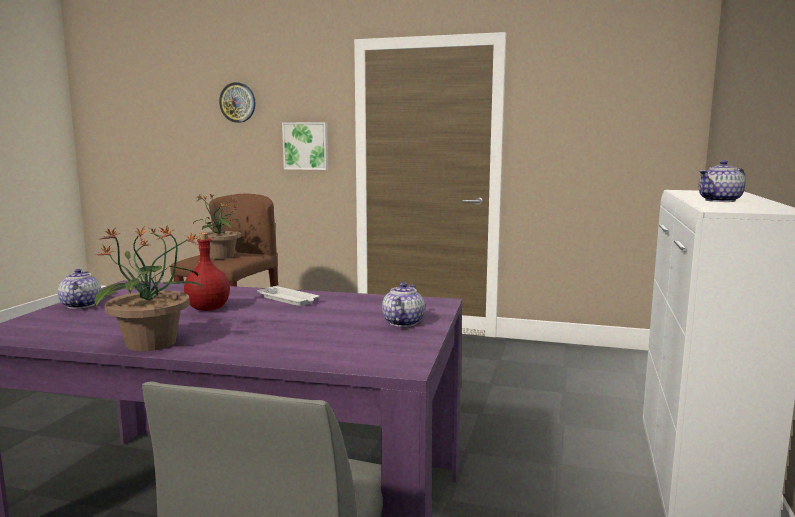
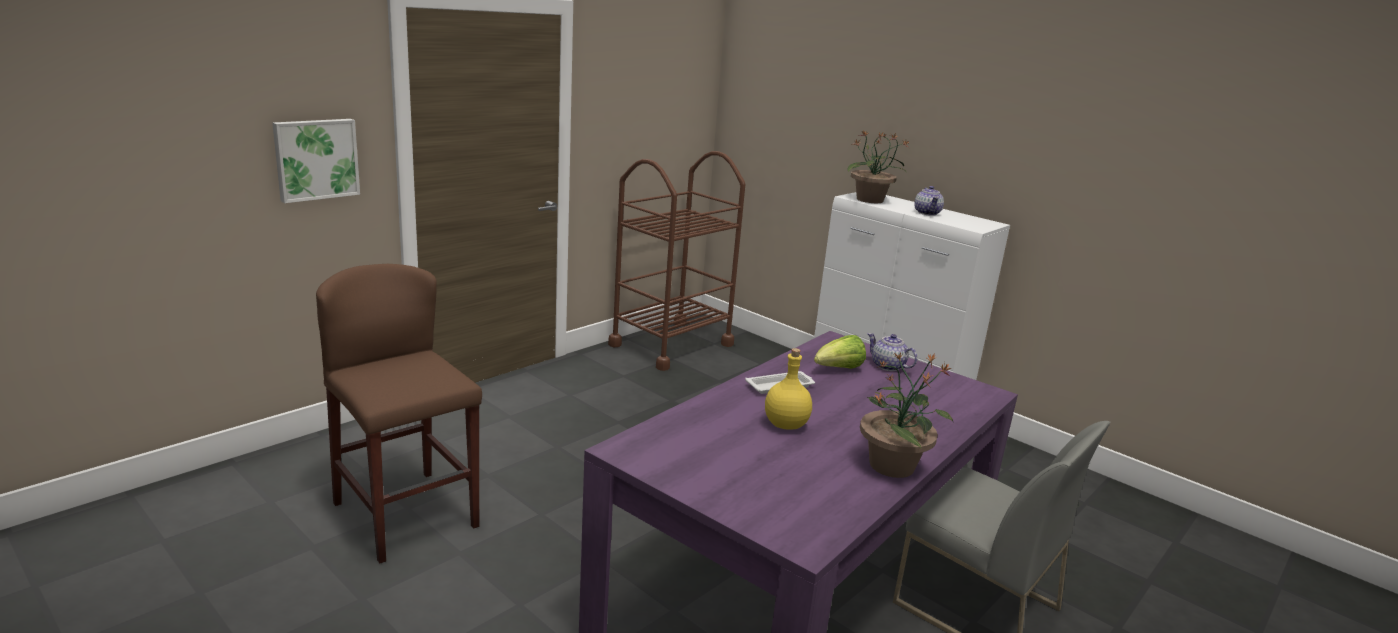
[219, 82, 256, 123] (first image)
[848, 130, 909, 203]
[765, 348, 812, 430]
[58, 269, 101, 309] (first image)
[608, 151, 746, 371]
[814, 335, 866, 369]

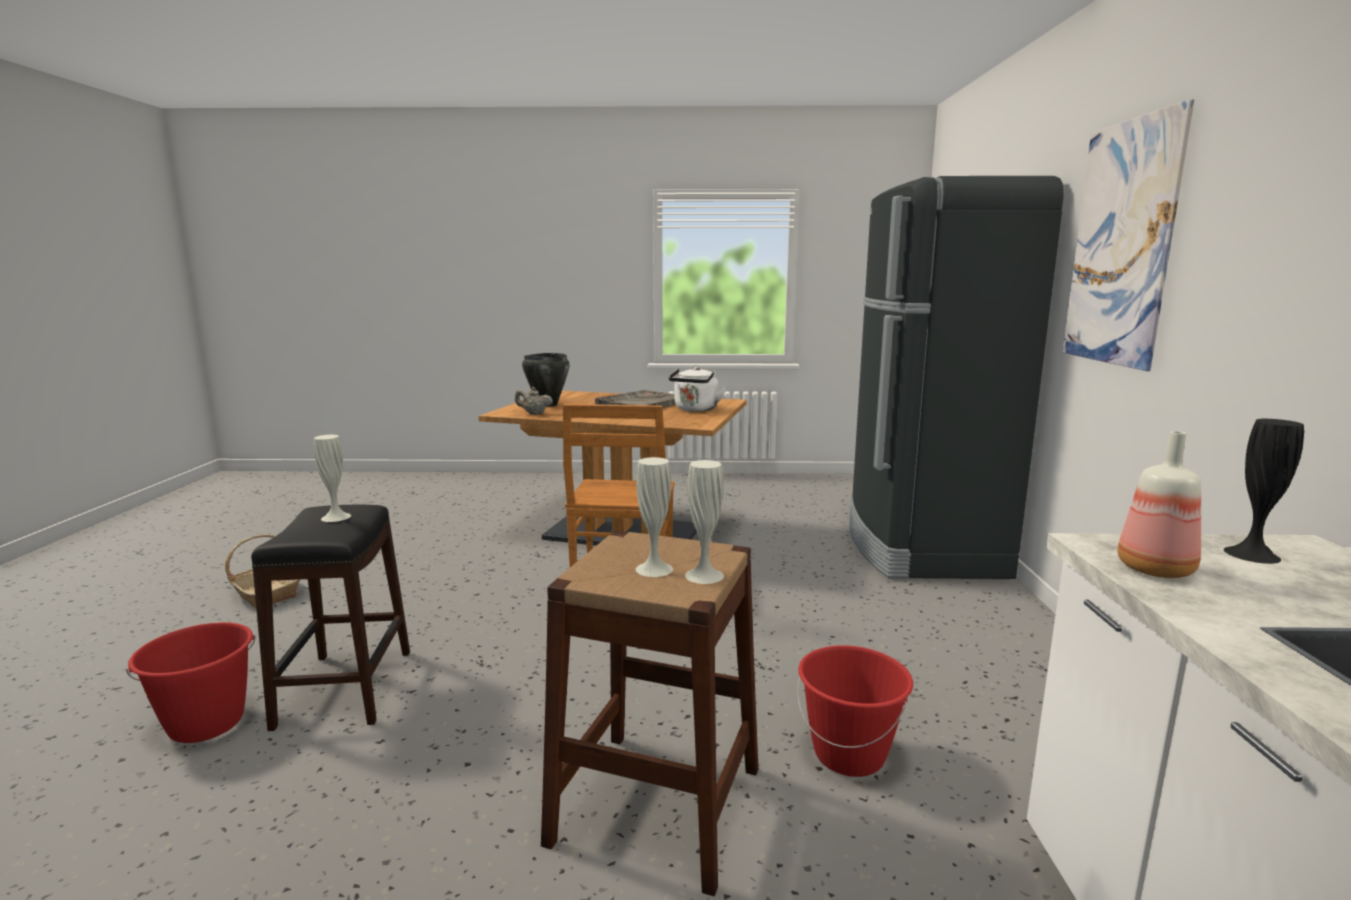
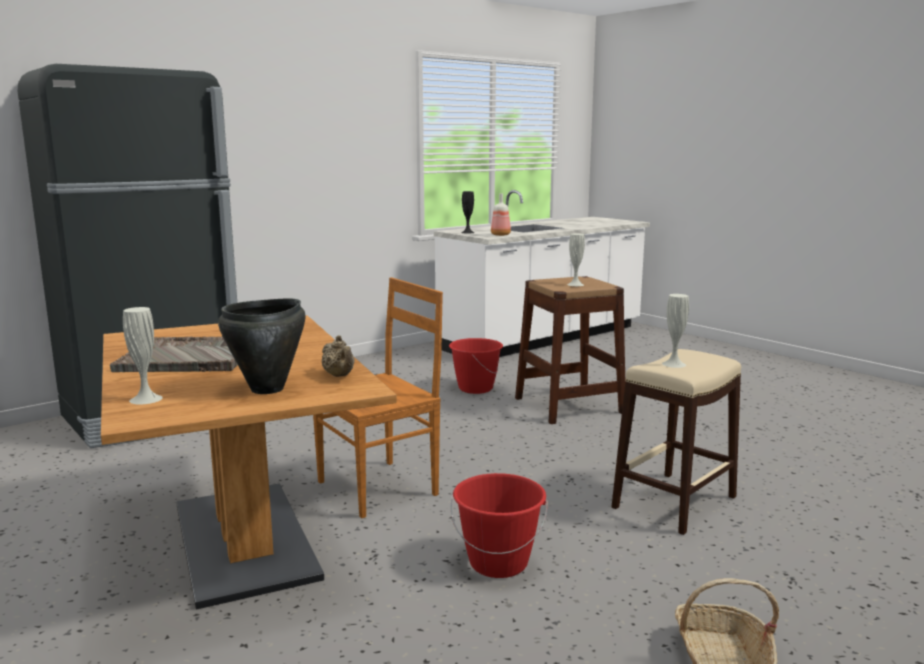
[1062, 99, 1194, 371] (first image)
[668, 367, 727, 412] (first image)
[123, 307, 163, 405]
[611, 349, 741, 535]
[450, 473, 548, 578]

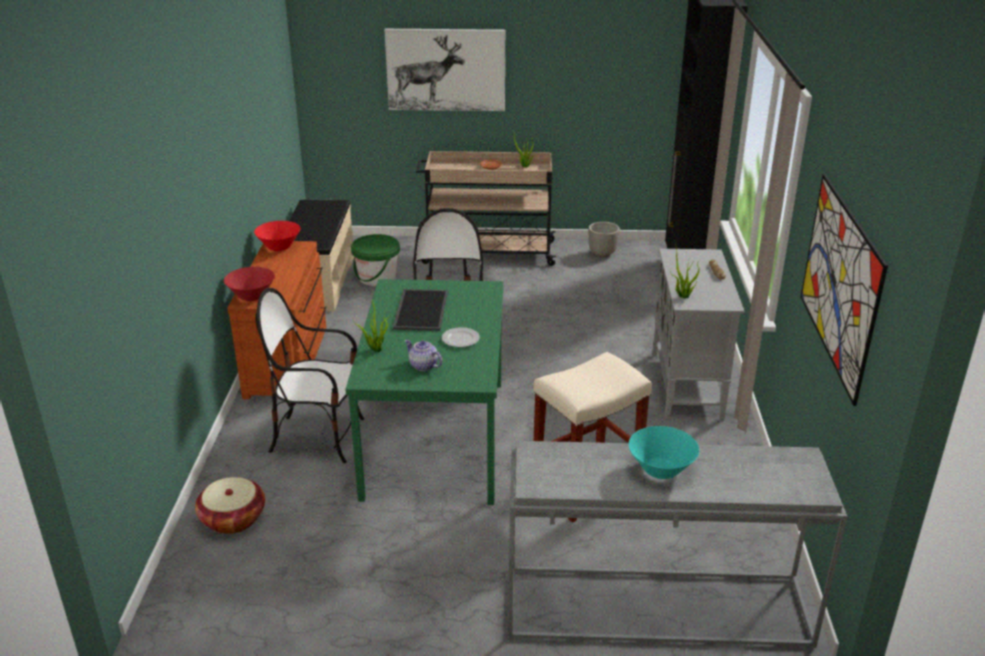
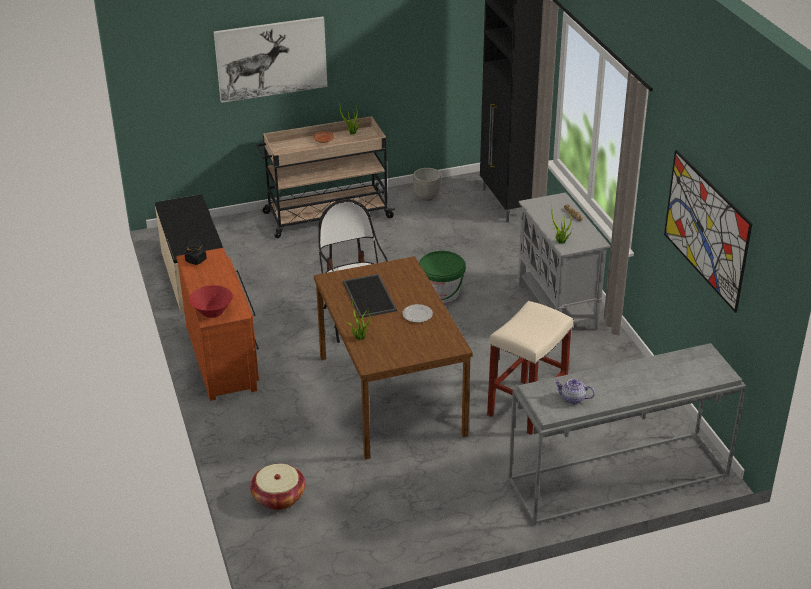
[185, 240, 207, 265]
[419, 251, 465, 303]
[314, 256, 473, 460]
[255, 288, 364, 463] (first image)
[554, 379, 595, 404]
[629, 426, 699, 479] (first image)

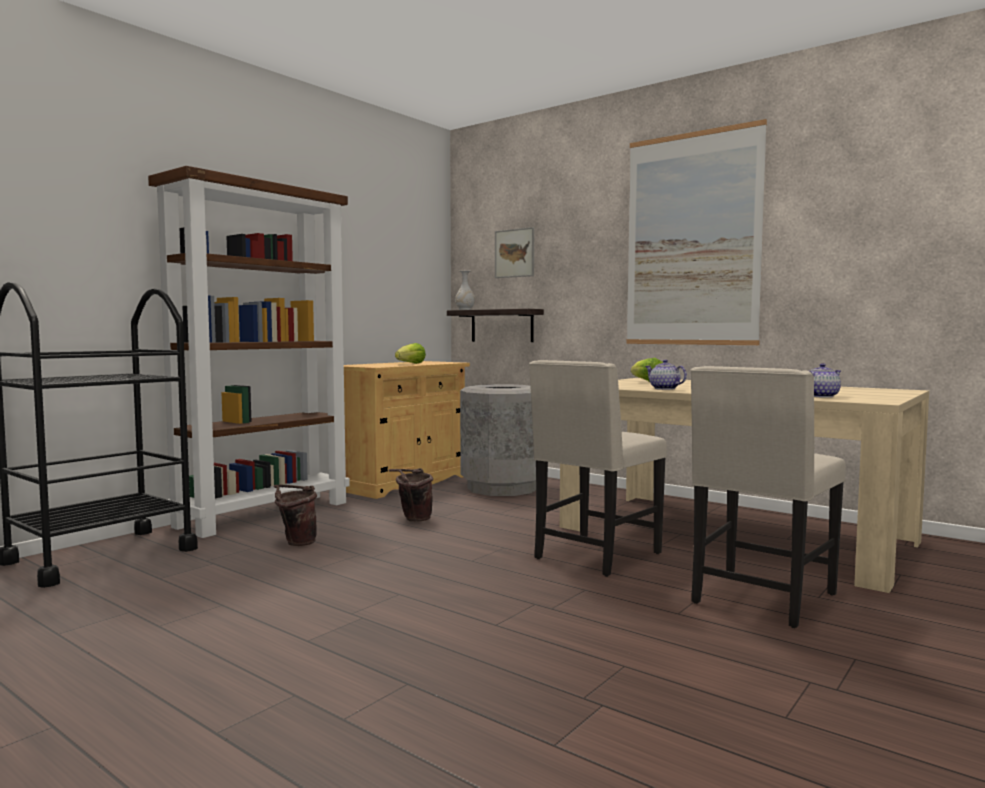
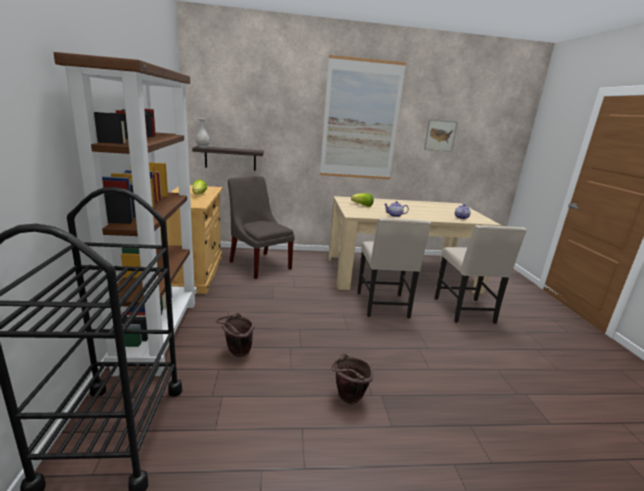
[424, 119, 458, 152]
[228, 176, 295, 279]
[331, 353, 373, 404]

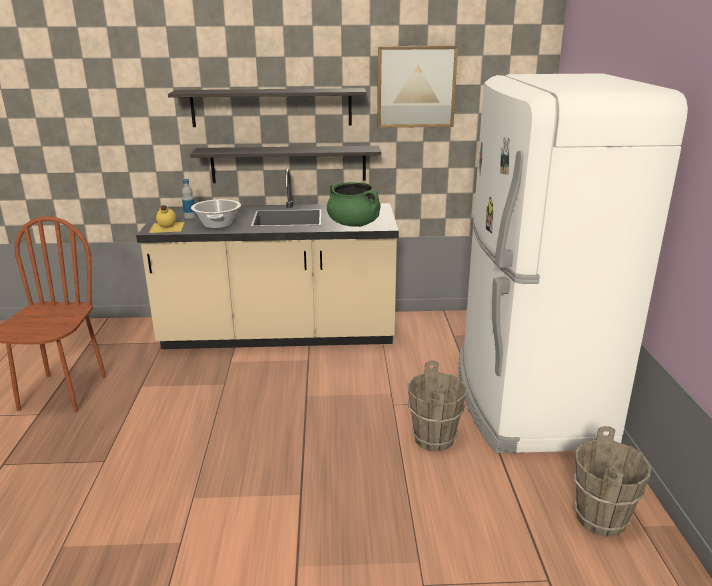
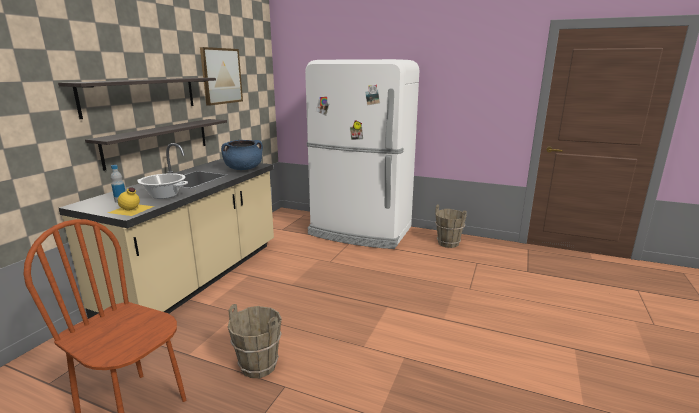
[221, 140, 263, 170]
[228, 304, 282, 378]

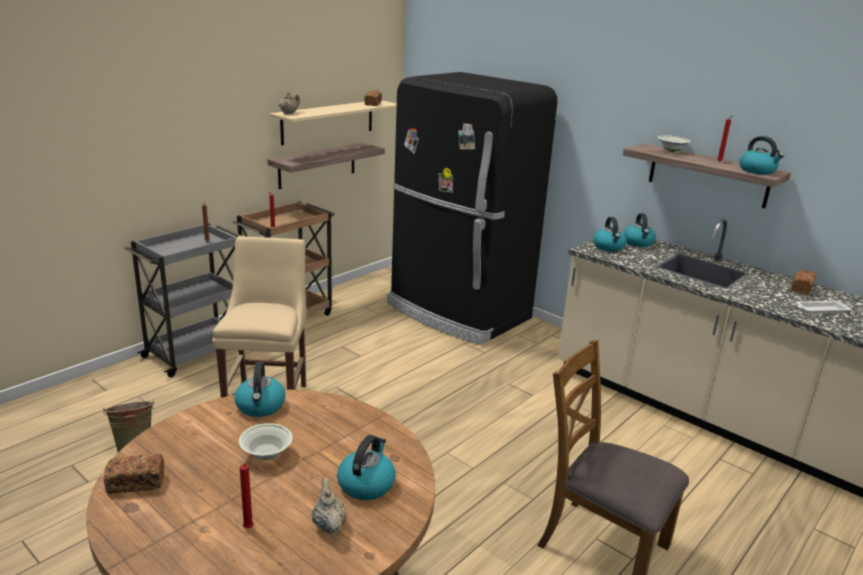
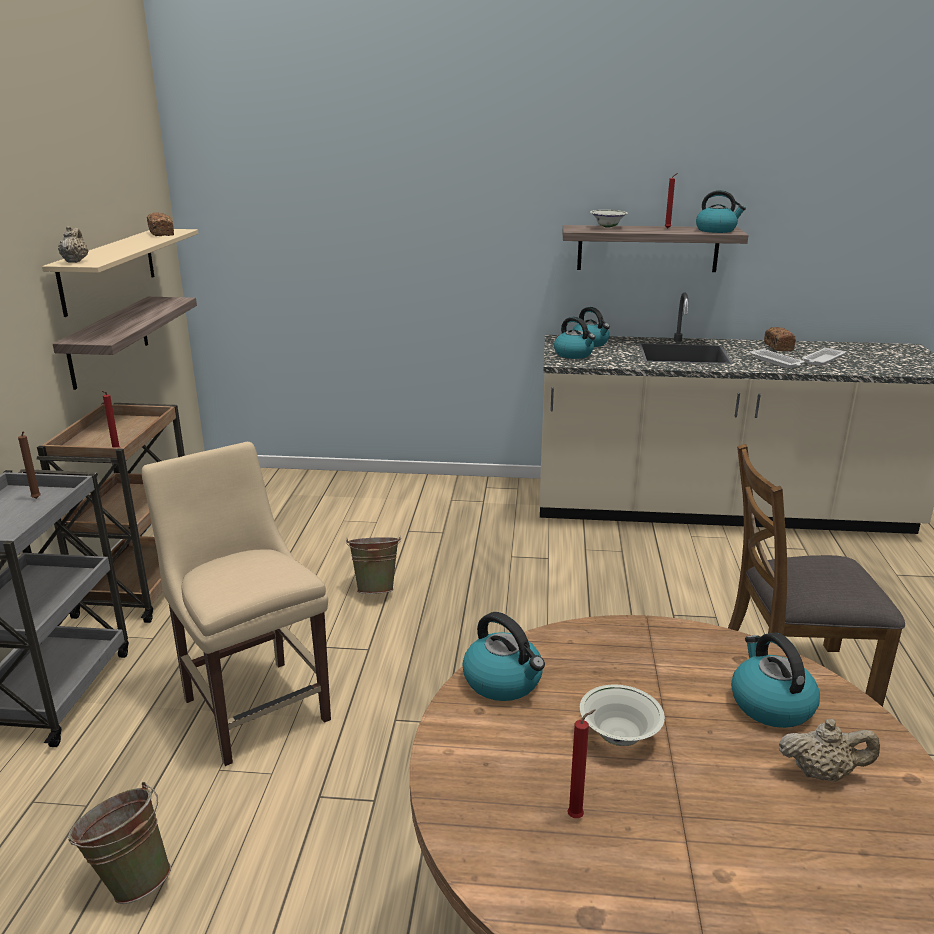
[387, 72, 557, 345] (first image)
[103, 454, 165, 494] (first image)
[567, 710, 596, 818]
[779, 719, 880, 782]
[750, 349, 805, 369]
[346, 537, 401, 594]

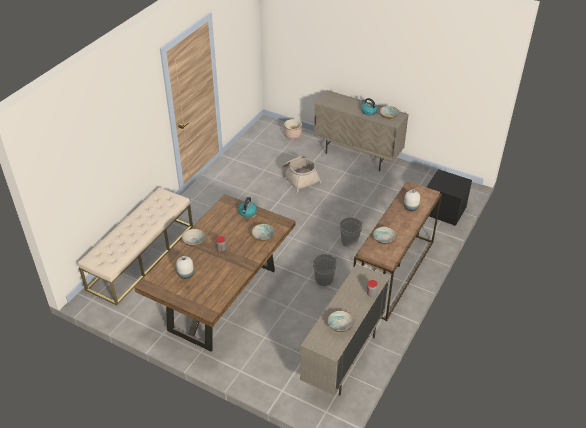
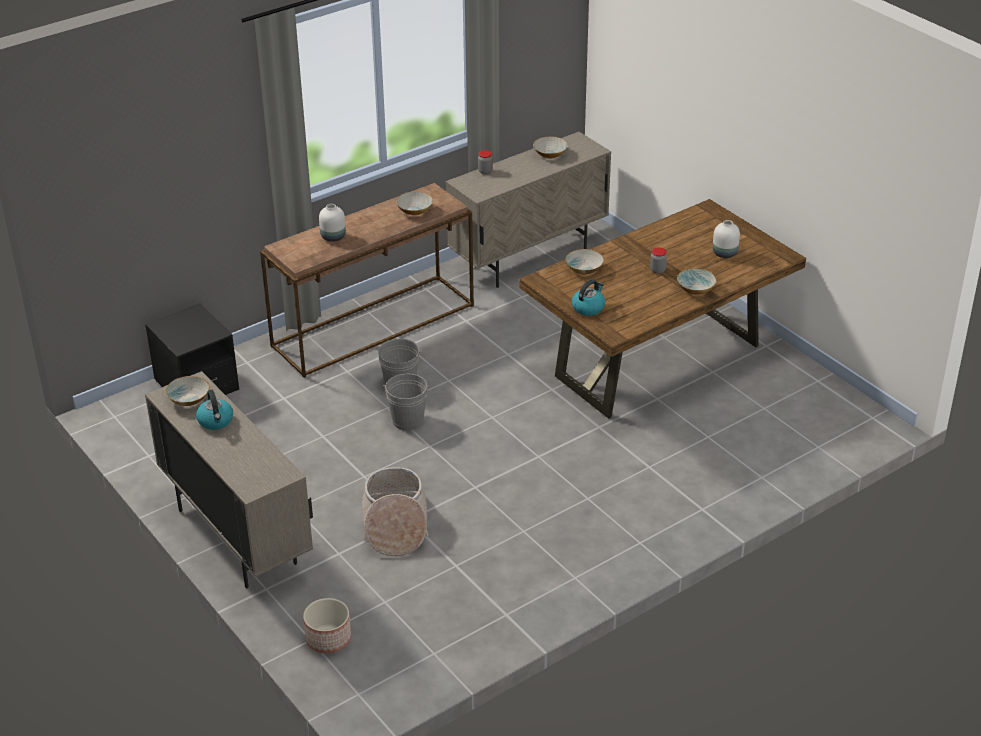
[78, 187, 193, 305] (first image)
[382, 374, 430, 430]

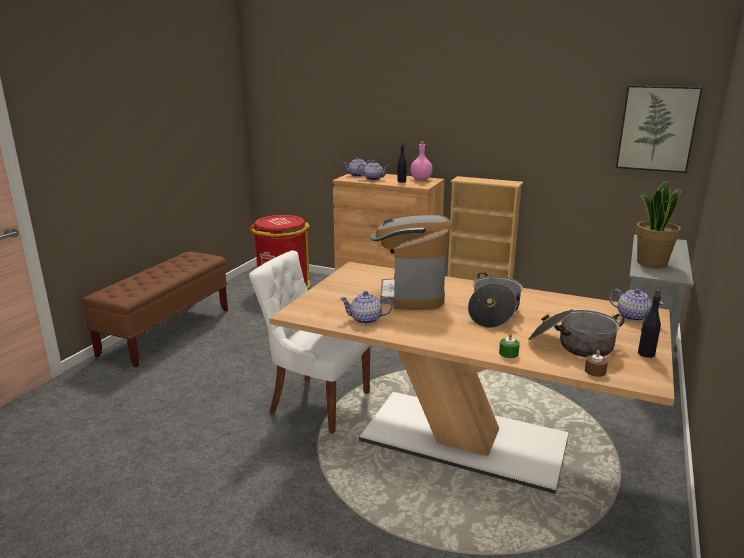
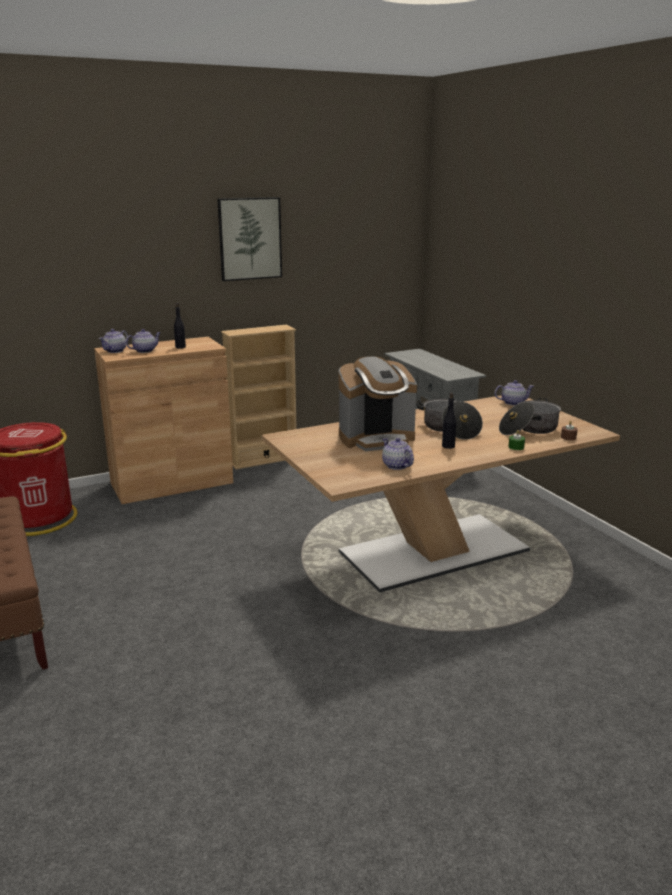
[217, 197, 282, 281]
[410, 141, 433, 180] (first image)
[635, 181, 685, 268] (first image)
[339, 356, 417, 451]
[249, 250, 371, 434] (first image)
[442, 393, 456, 449]
[382, 438, 414, 470]

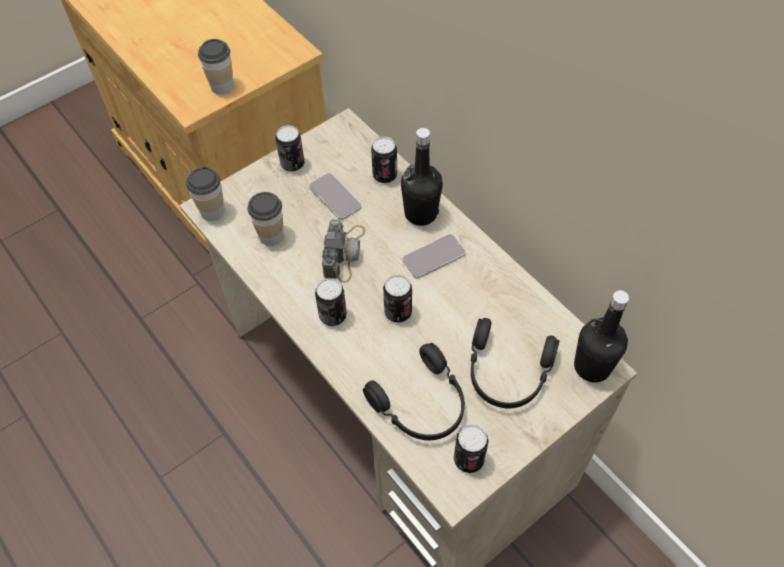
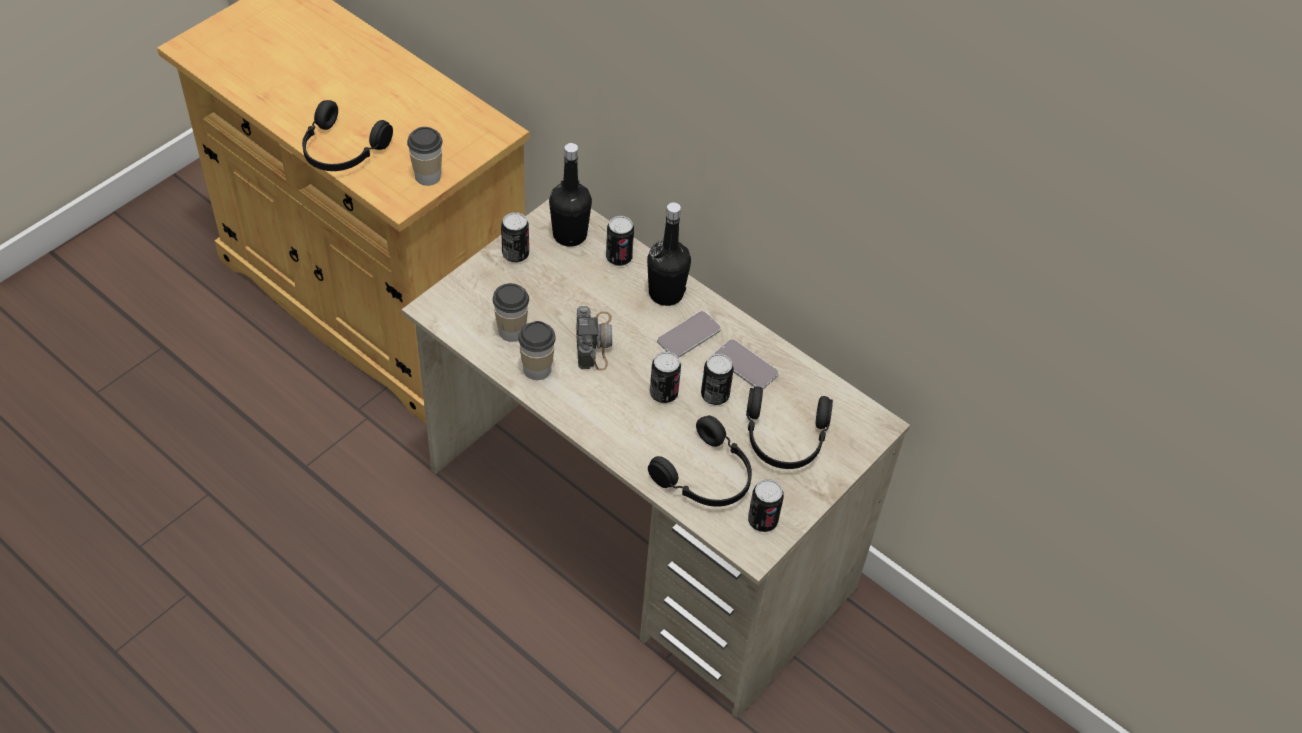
[518, 321, 556, 380]
[714, 339, 779, 389]
[701, 354, 734, 405]
[549, 143, 592, 247]
[302, 100, 393, 171]

